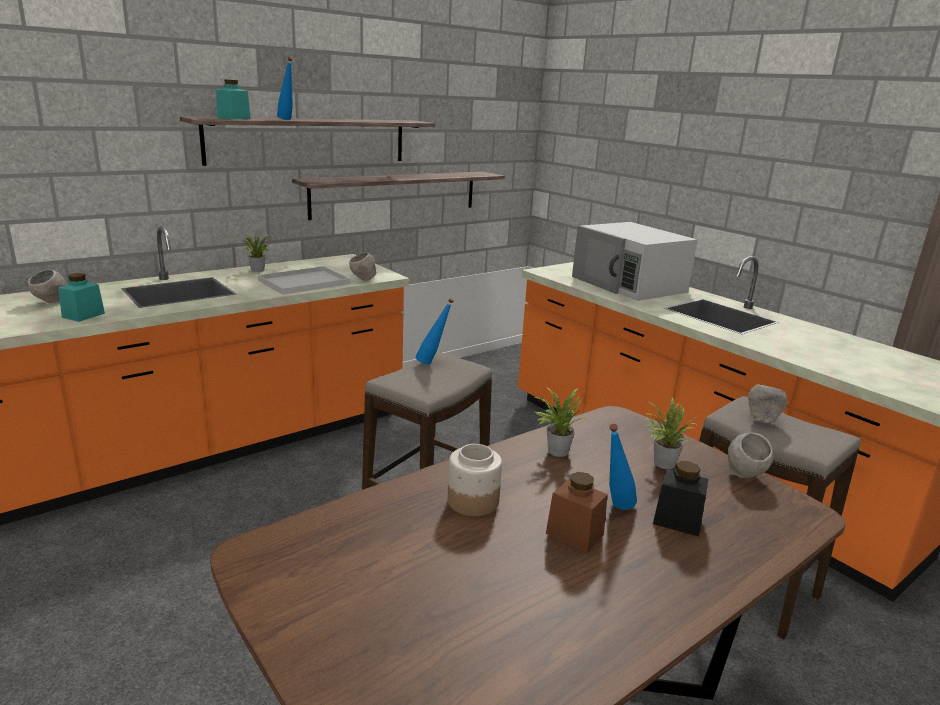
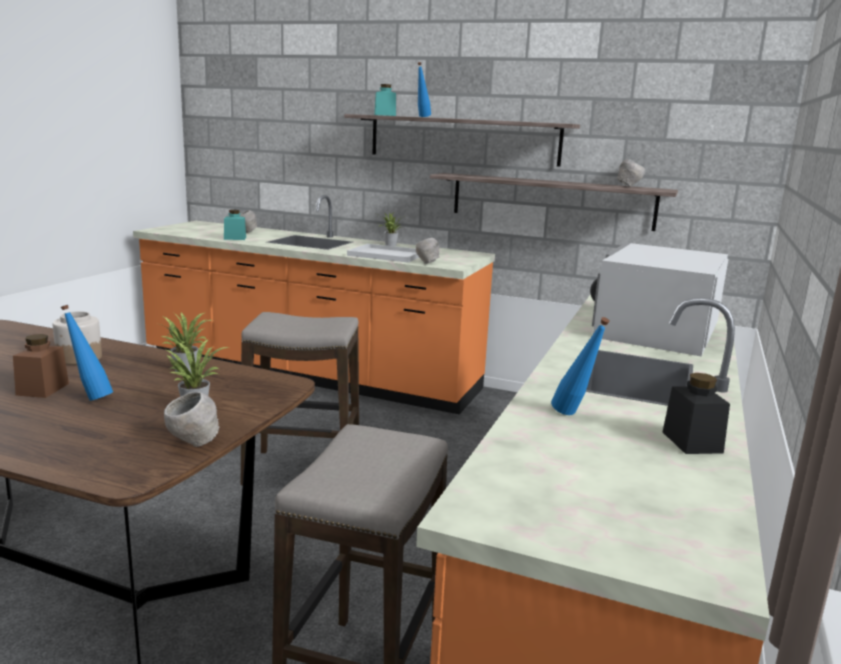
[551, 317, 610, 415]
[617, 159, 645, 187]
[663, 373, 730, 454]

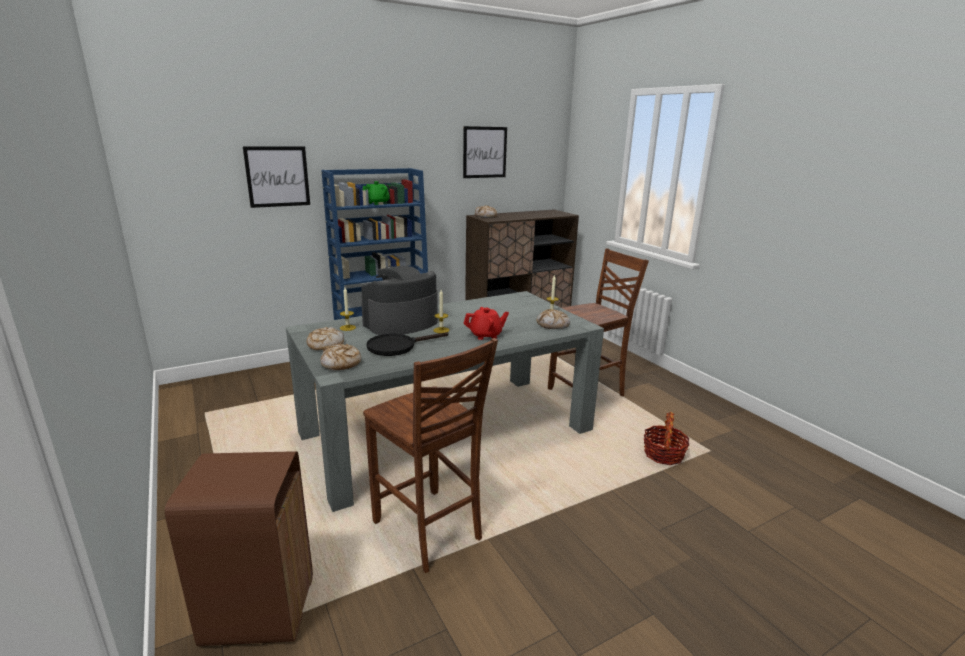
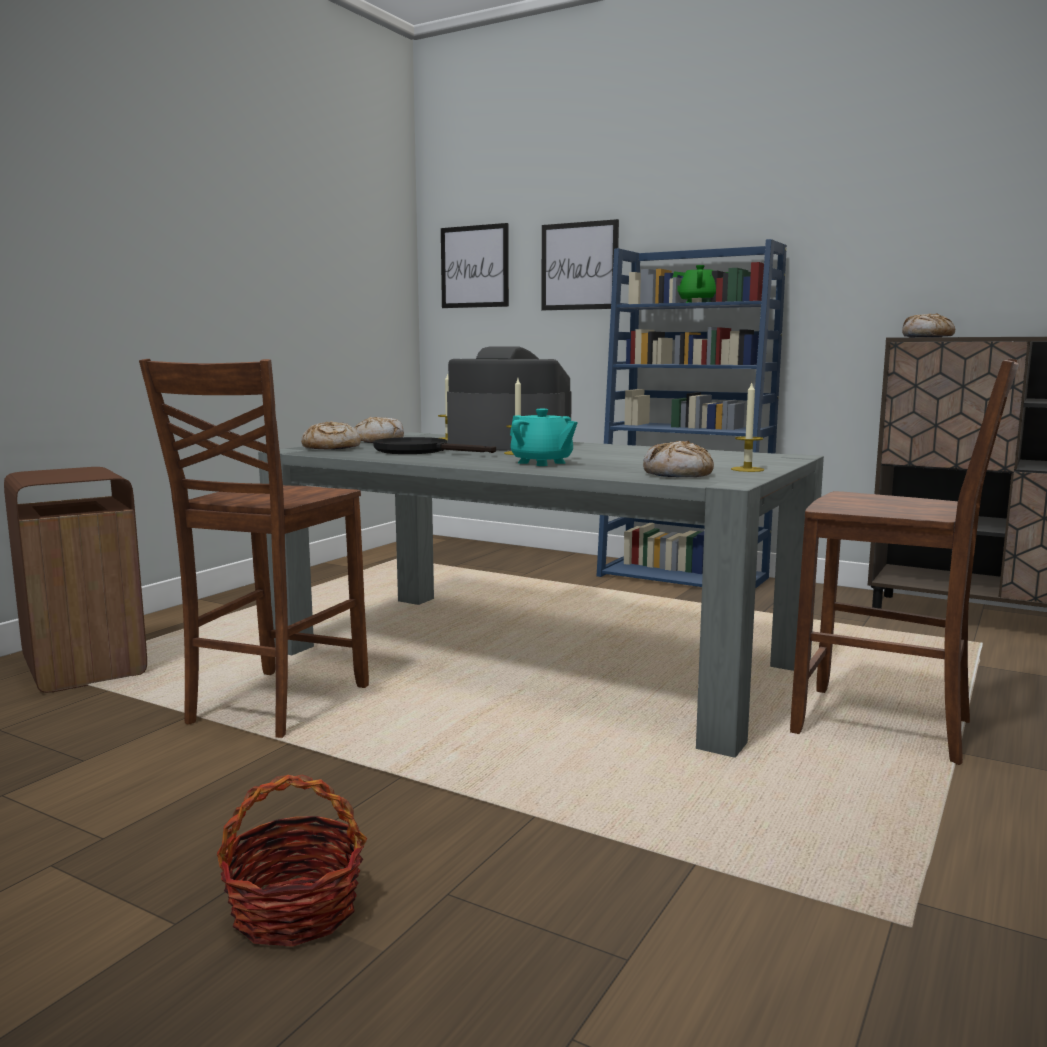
[441, 223, 509, 308]
[510, 409, 577, 466]
[217, 775, 367, 947]

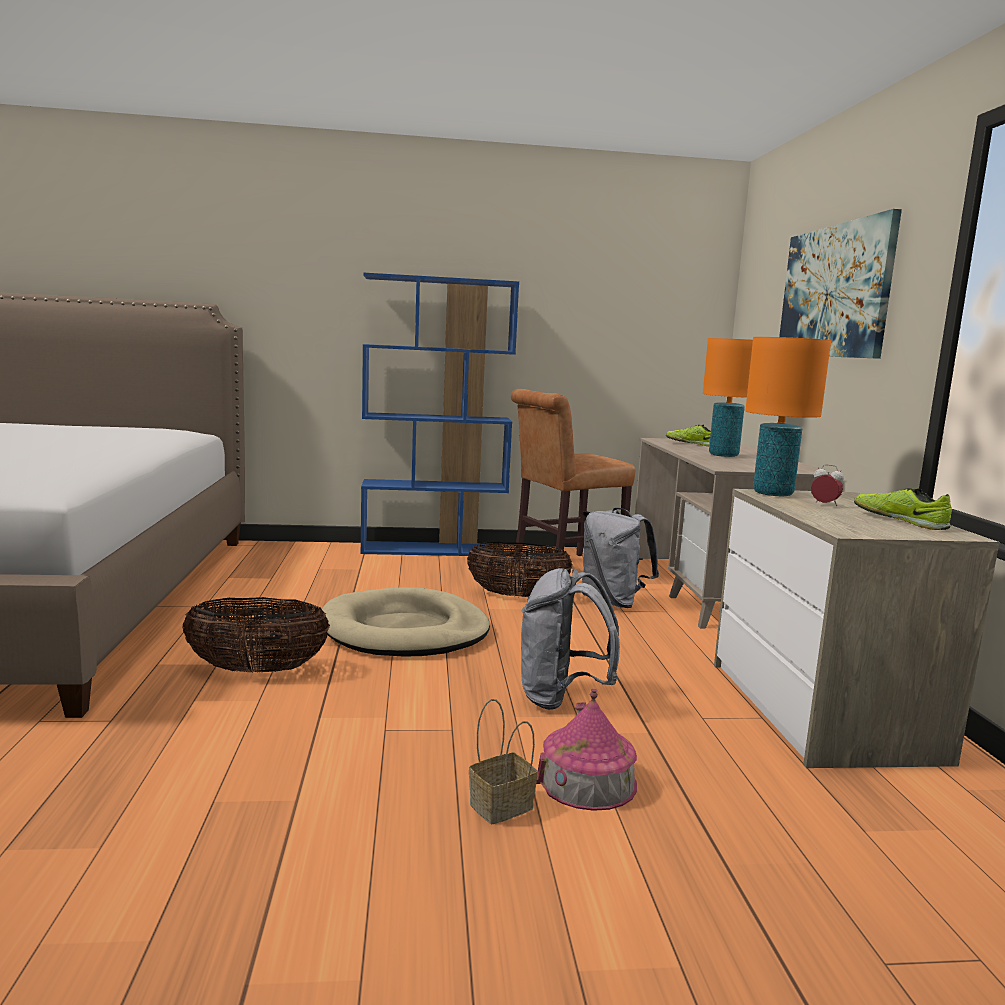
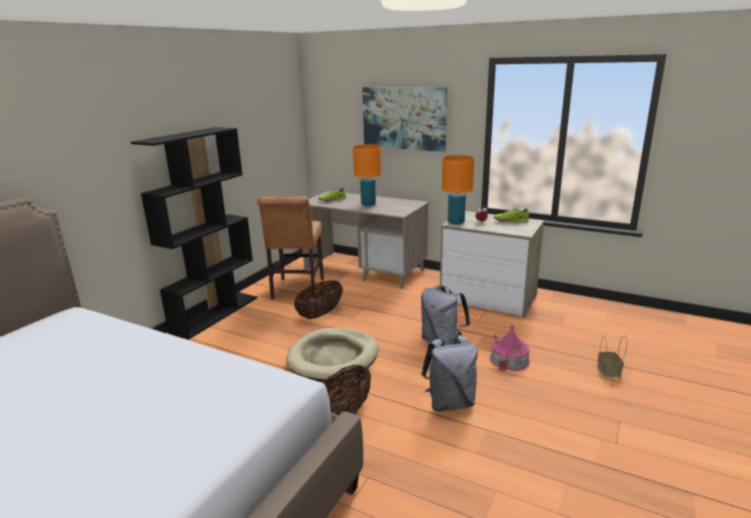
[131, 127, 257, 340]
[421, 336, 478, 412]
[597, 335, 627, 378]

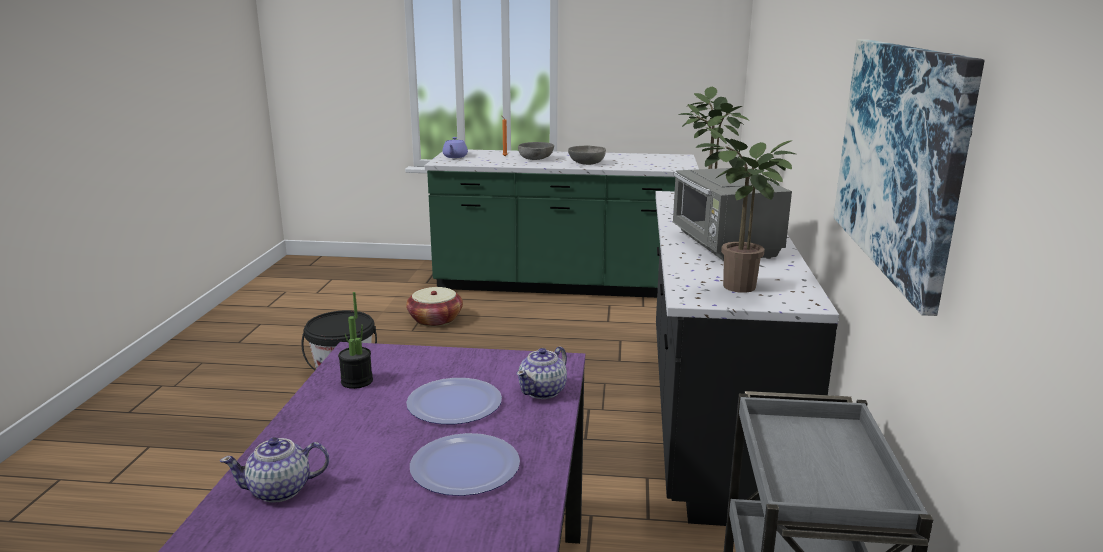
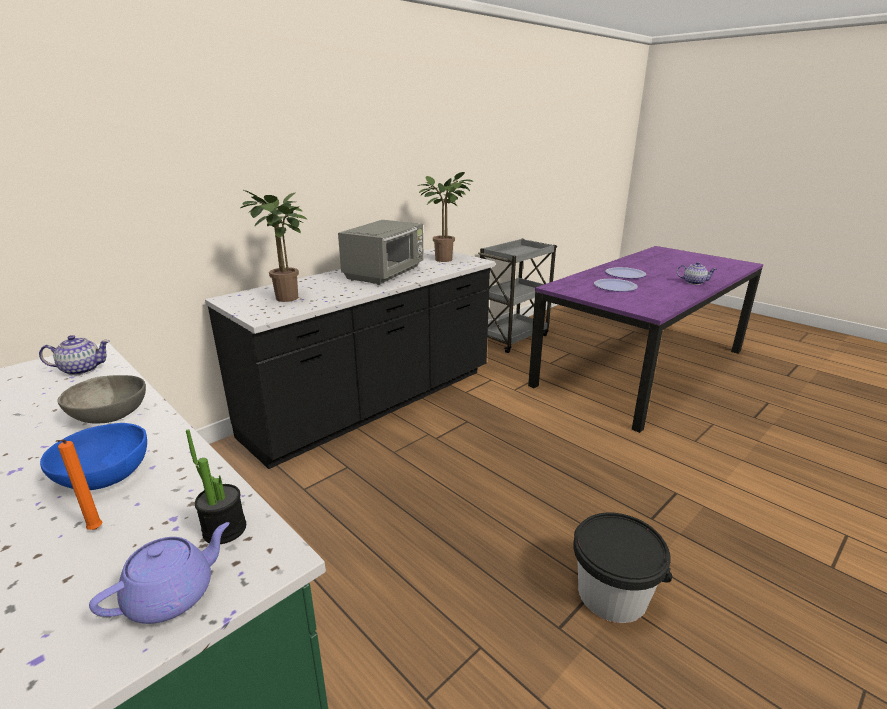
[834, 39, 985, 316] (first image)
[40, 423, 147, 490]
[406, 287, 463, 327] (first image)
[186, 429, 246, 544]
[39, 335, 110, 376]

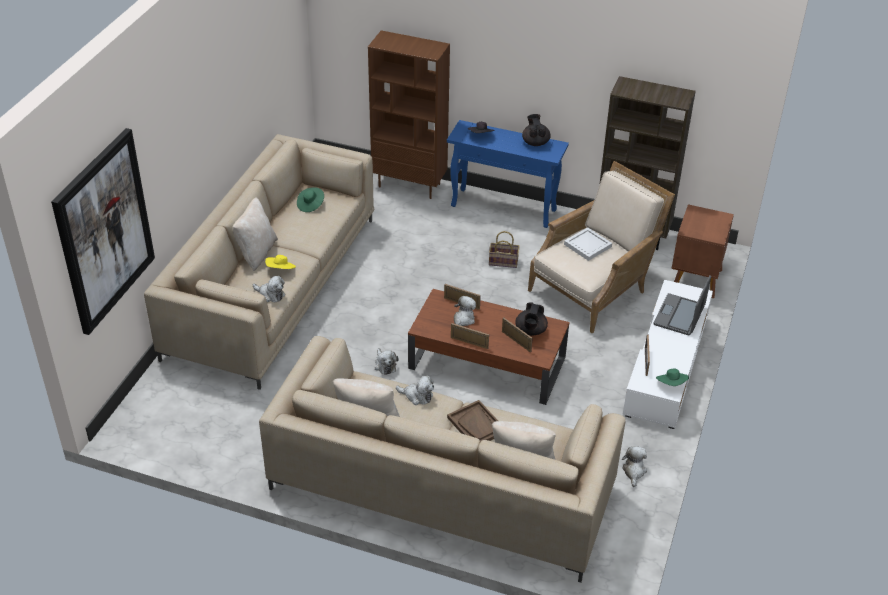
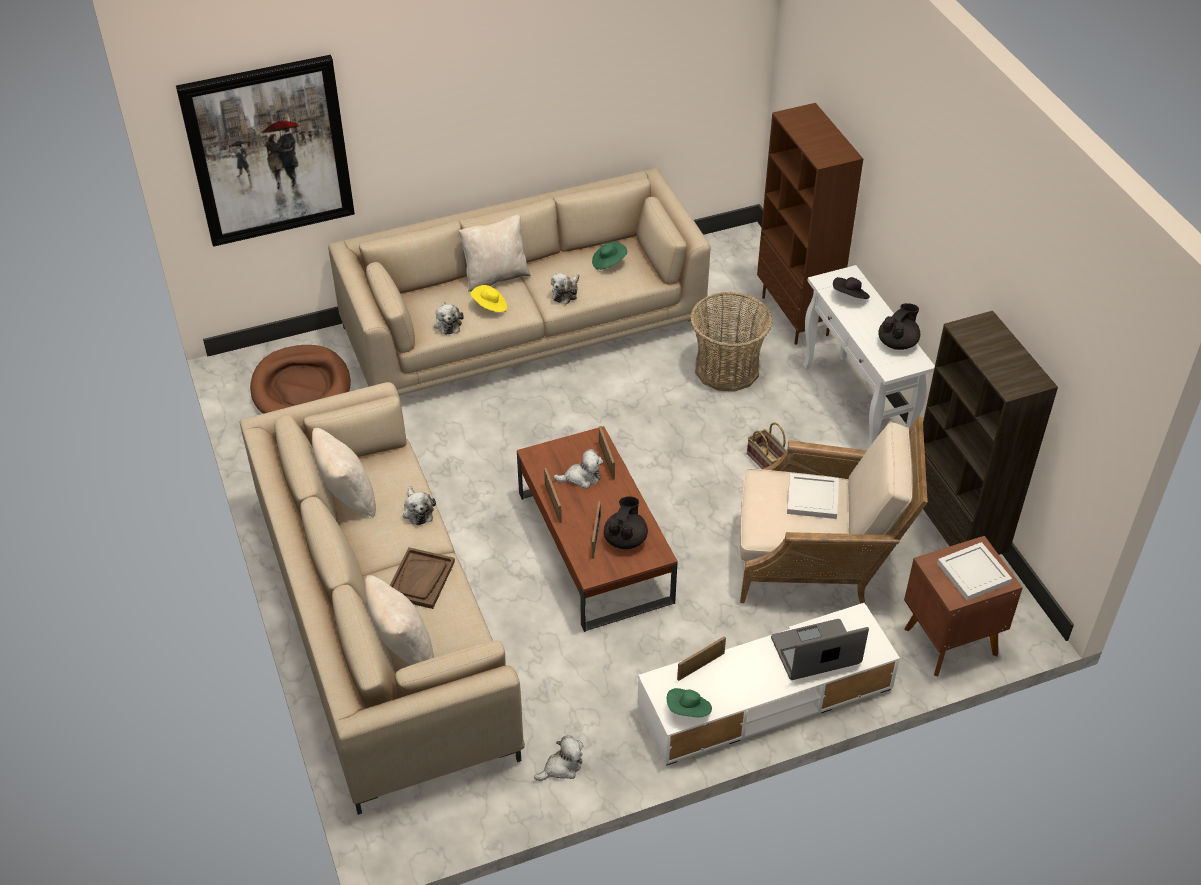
[803, 265, 935, 449]
[604, 497, 648, 549]
[551, 273, 579, 305]
[690, 292, 772, 392]
[250, 345, 351, 414]
[937, 542, 1012, 601]

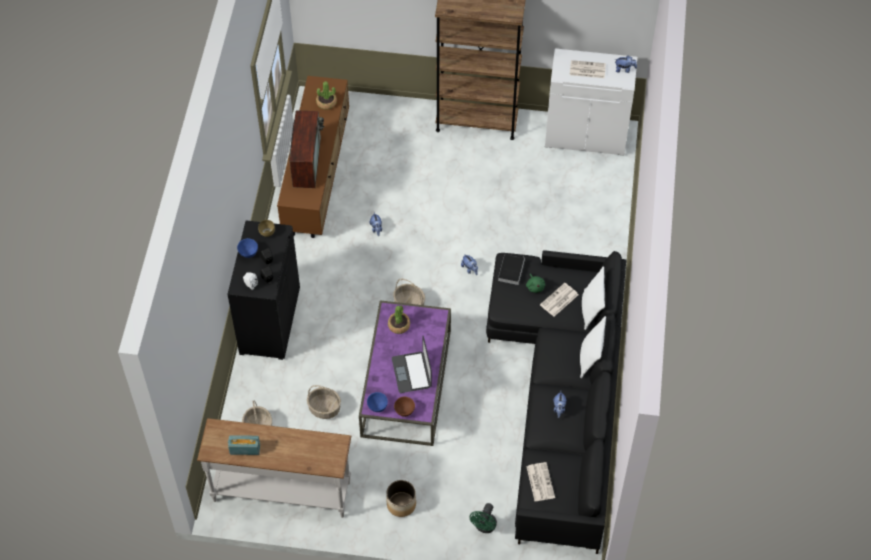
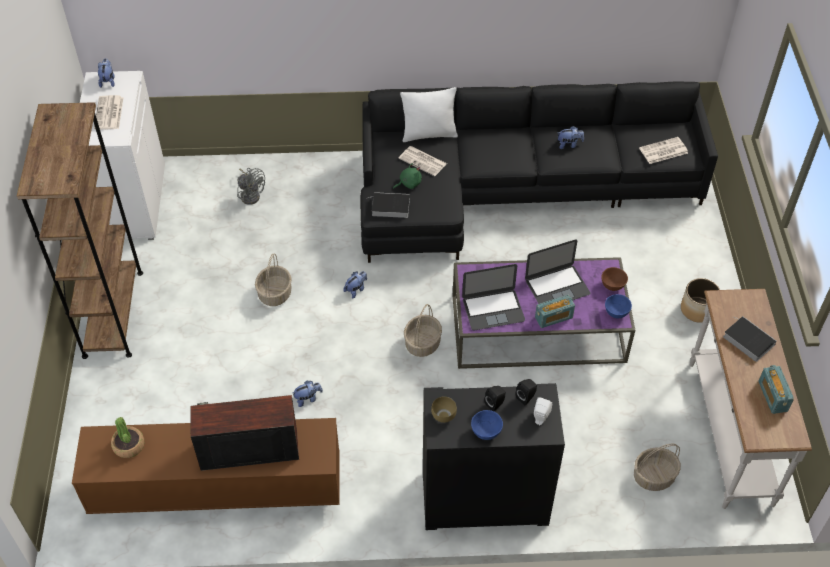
[462, 264, 525, 330]
[580, 316, 606, 378] (first image)
[255, 253, 292, 306]
[469, 503, 497, 533] (first image)
[237, 168, 265, 205]
[535, 295, 575, 328]
[723, 316, 777, 362]

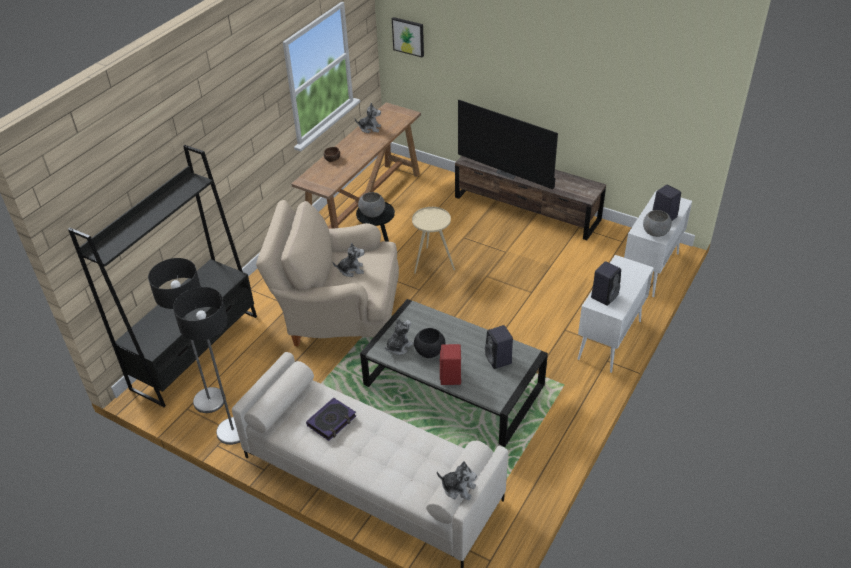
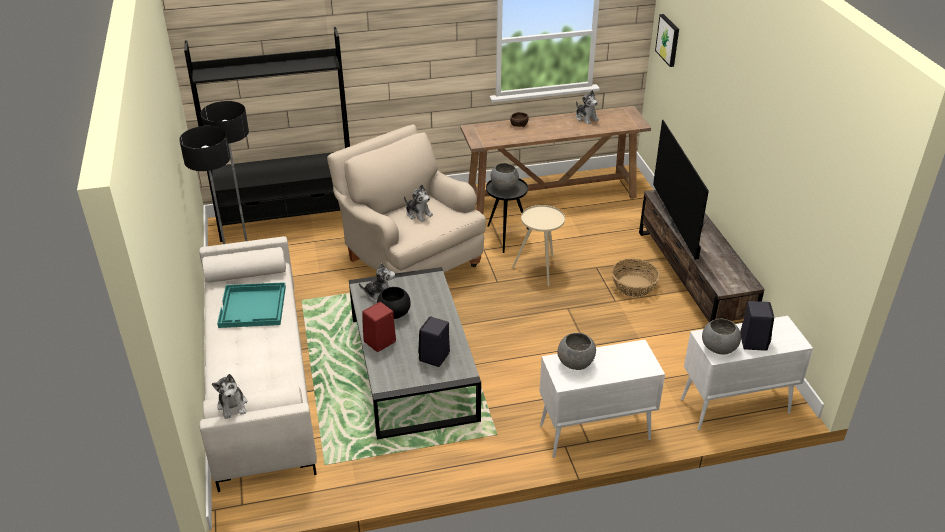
[557, 333, 596, 370]
[217, 282, 286, 328]
[612, 259, 660, 297]

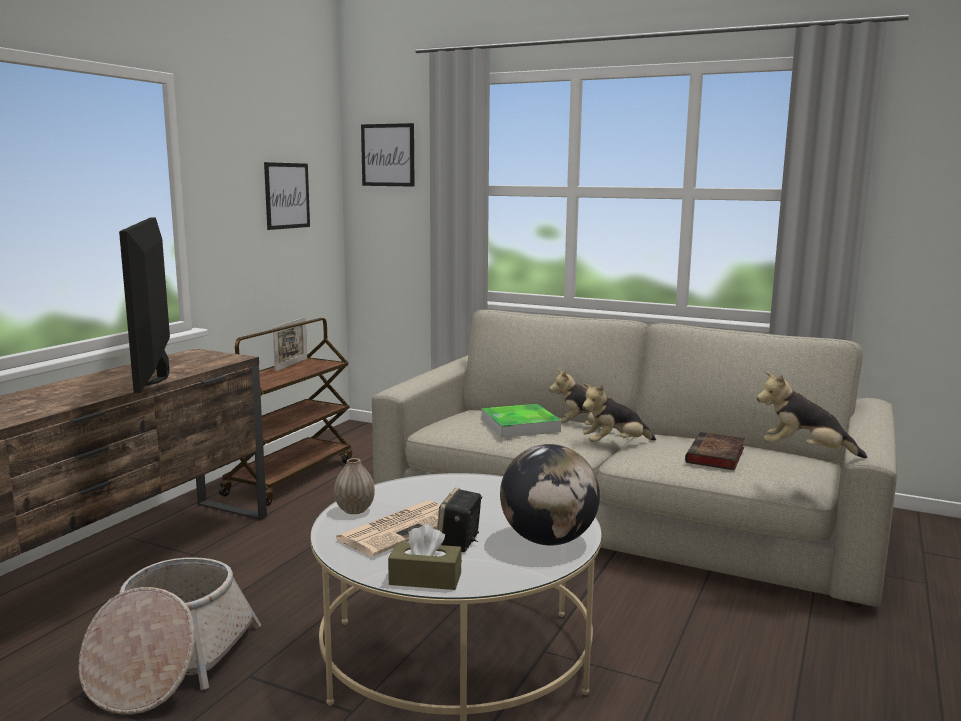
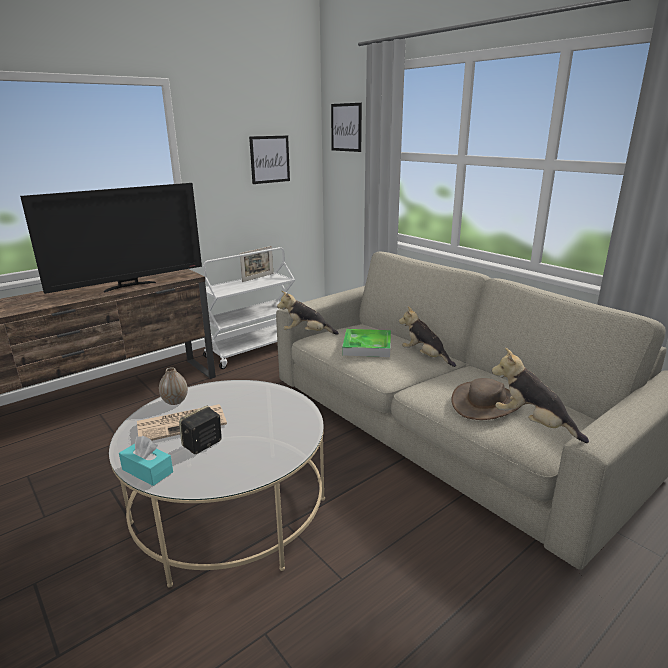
[20, 183, 202, 294]
[203, 247, 295, 369]
[277, 291, 339, 335]
[451, 378, 520, 420]
[500, 444, 600, 545] (first image)
[119, 436, 173, 486]
[78, 557, 261, 714] (first image)

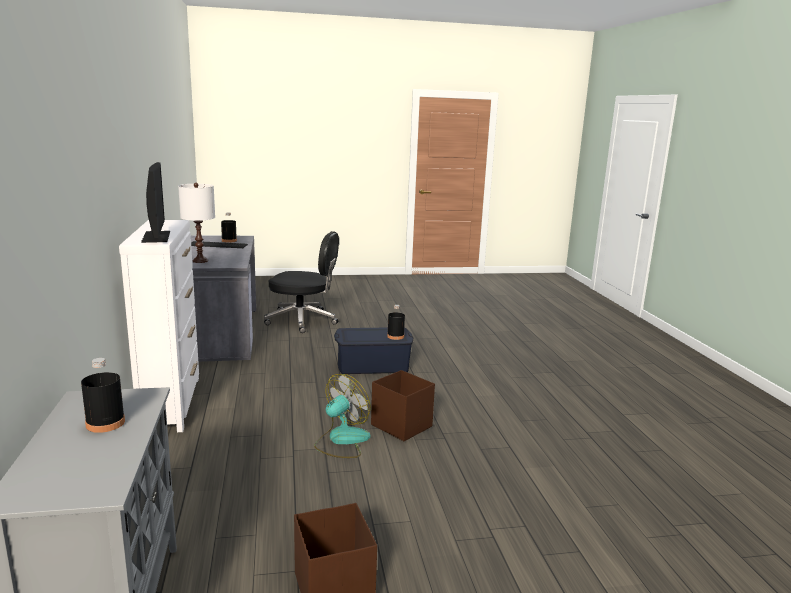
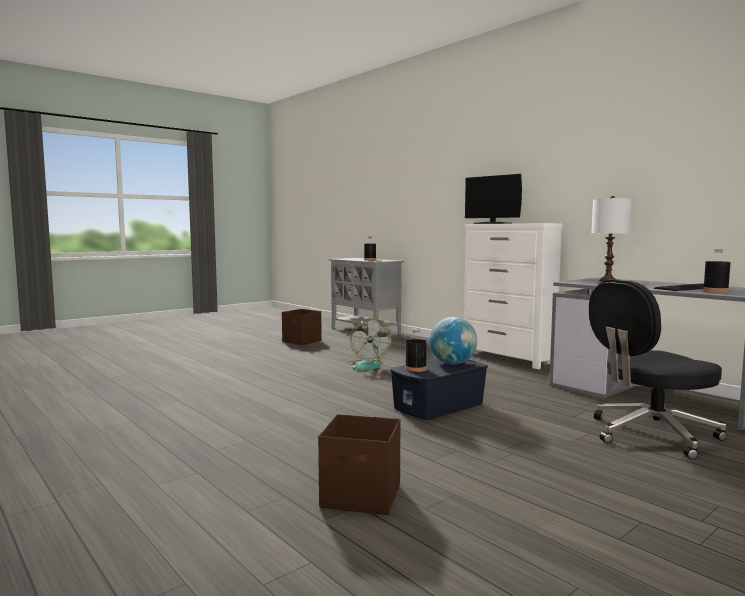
[318, 414, 400, 515]
[429, 317, 477, 364]

